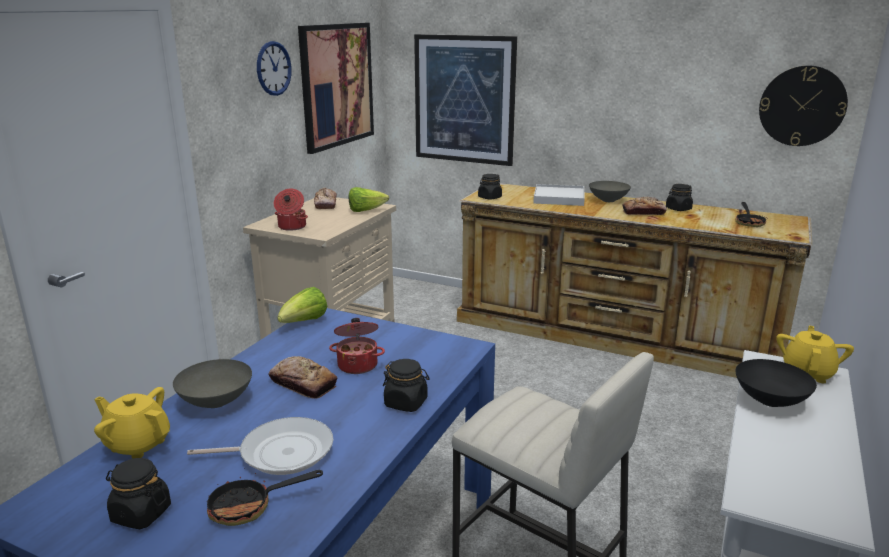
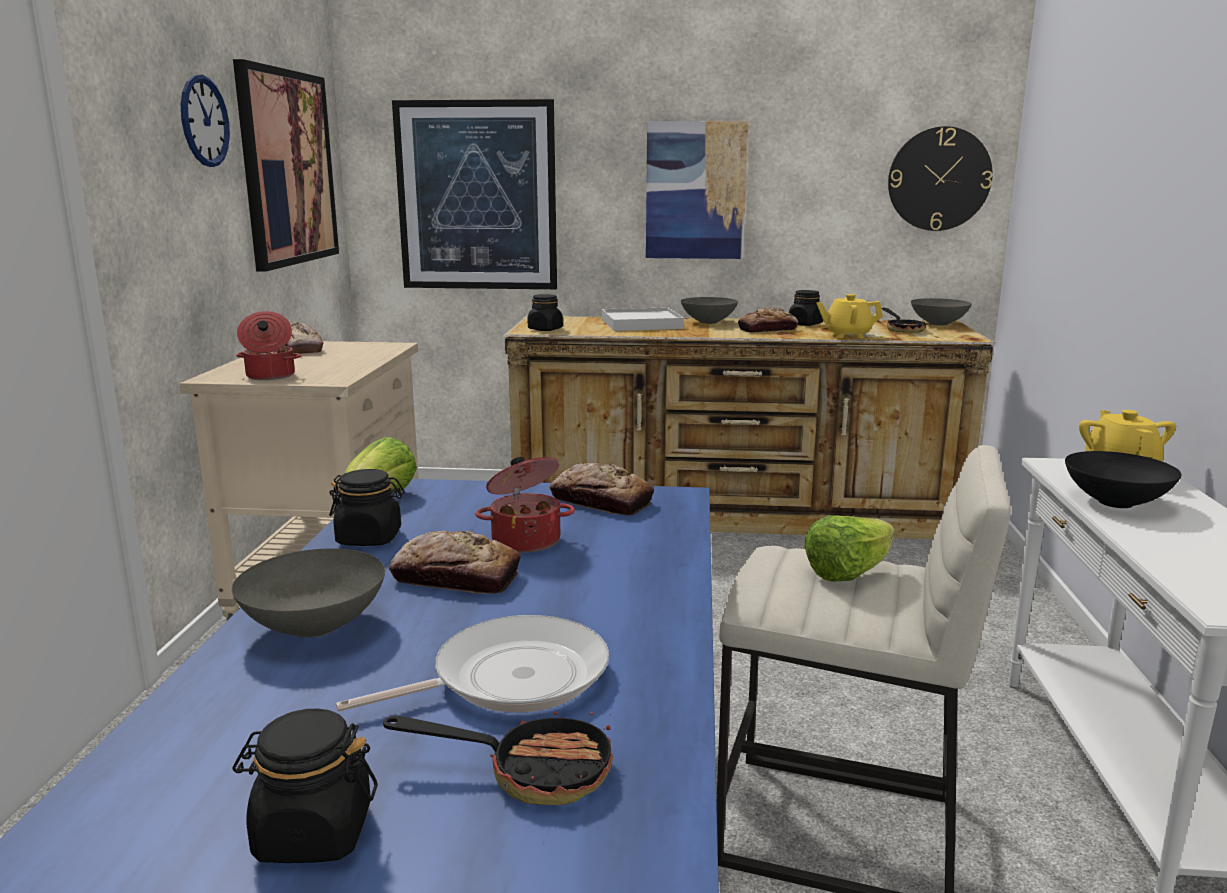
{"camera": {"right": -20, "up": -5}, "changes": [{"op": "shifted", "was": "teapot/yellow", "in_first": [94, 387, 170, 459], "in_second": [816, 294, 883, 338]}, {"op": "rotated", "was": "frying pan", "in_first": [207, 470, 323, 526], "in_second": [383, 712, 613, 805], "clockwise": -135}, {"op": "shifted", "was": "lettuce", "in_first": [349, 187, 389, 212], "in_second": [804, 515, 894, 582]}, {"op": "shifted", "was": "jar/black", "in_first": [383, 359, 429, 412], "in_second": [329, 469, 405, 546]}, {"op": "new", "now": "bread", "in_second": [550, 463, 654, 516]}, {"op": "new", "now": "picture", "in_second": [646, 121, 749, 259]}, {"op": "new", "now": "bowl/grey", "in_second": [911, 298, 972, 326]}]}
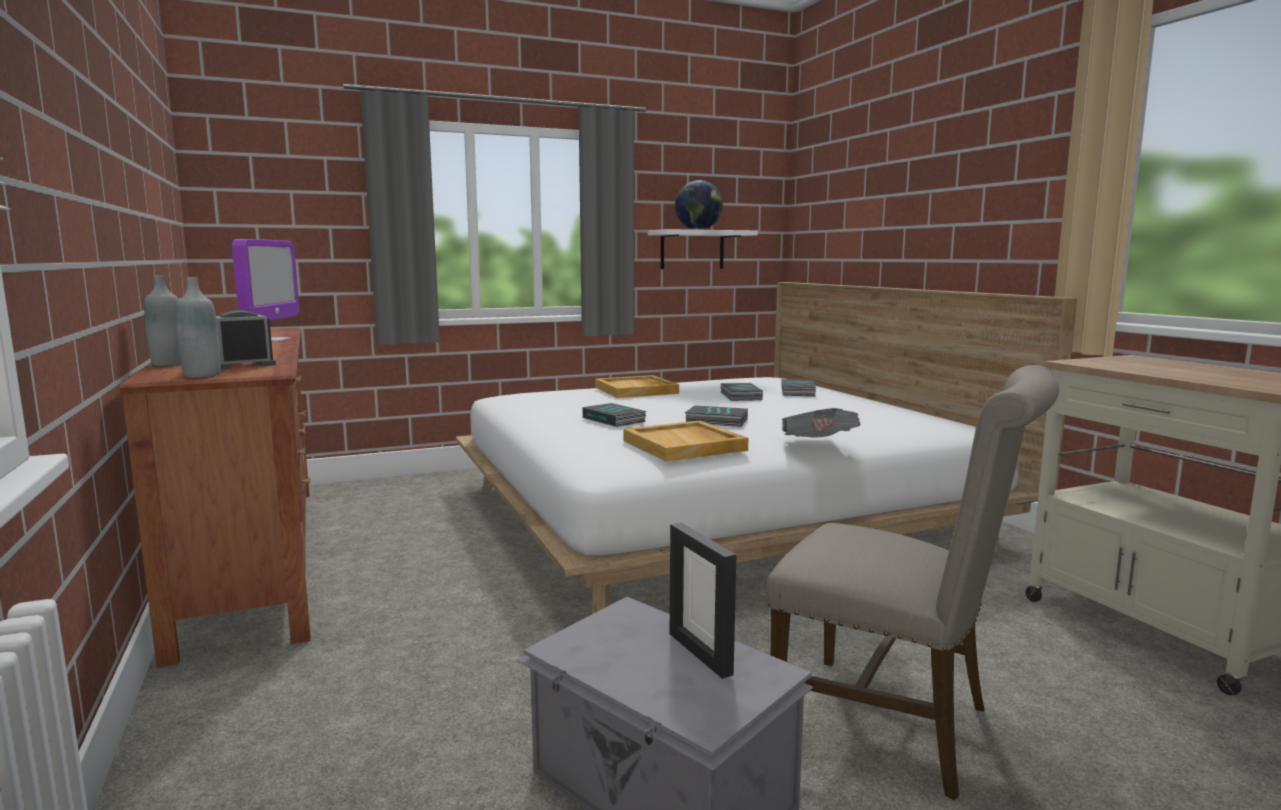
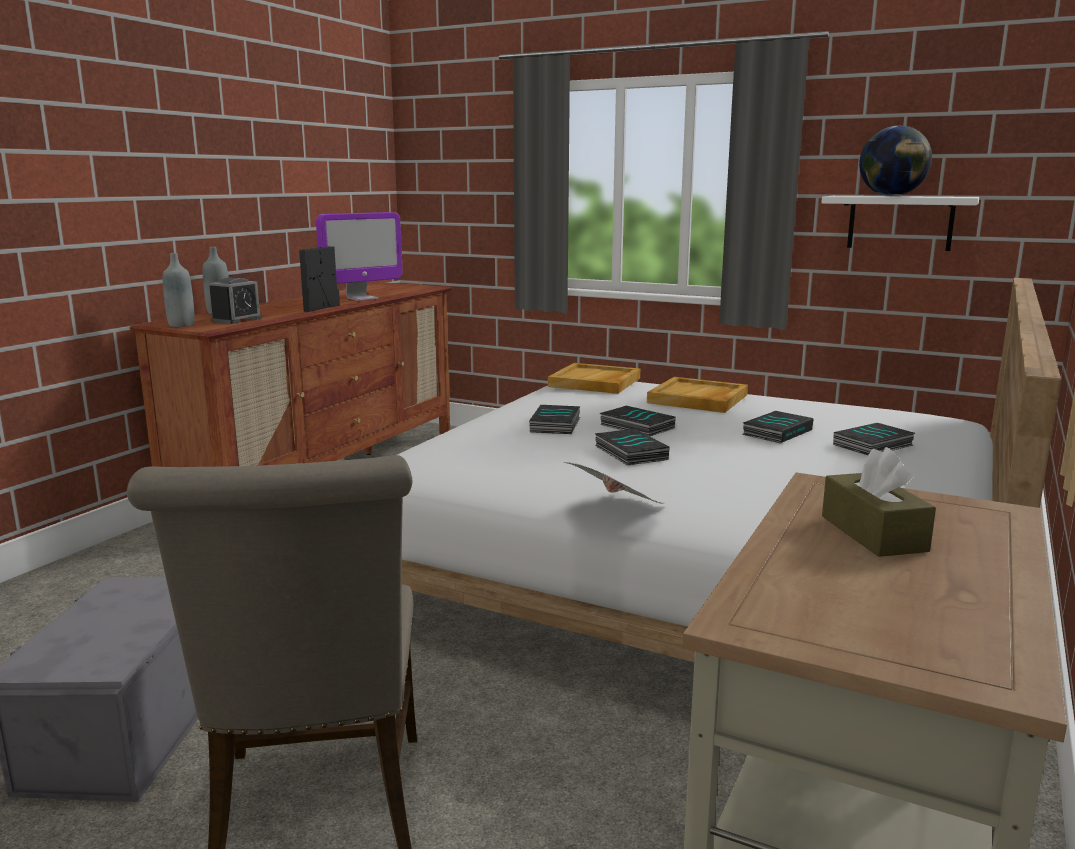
{"camera": {"right": 50, "up": 5}, "changes": [{"op": "rotated", "was": "alarm clock", "in_first": [216, 310, 276, 369], "in_second": [209, 278, 262, 324], "clockwise": 105}, {"op": "shifted", "was": "tray/beige", "in_first": [623, 421, 748, 462], "in_second": [548, 363, 640, 394]}, {"op": "shifted", "was": "picture frame", "in_first": [670, 522, 736, 679], "in_second": [299, 246, 340, 312]}, {"op": "new", "now": "book", "in_second": [600, 406, 675, 436]}, {"op": "new", "now": "tissue box/brown", "in_second": [822, 447, 936, 557]}]}
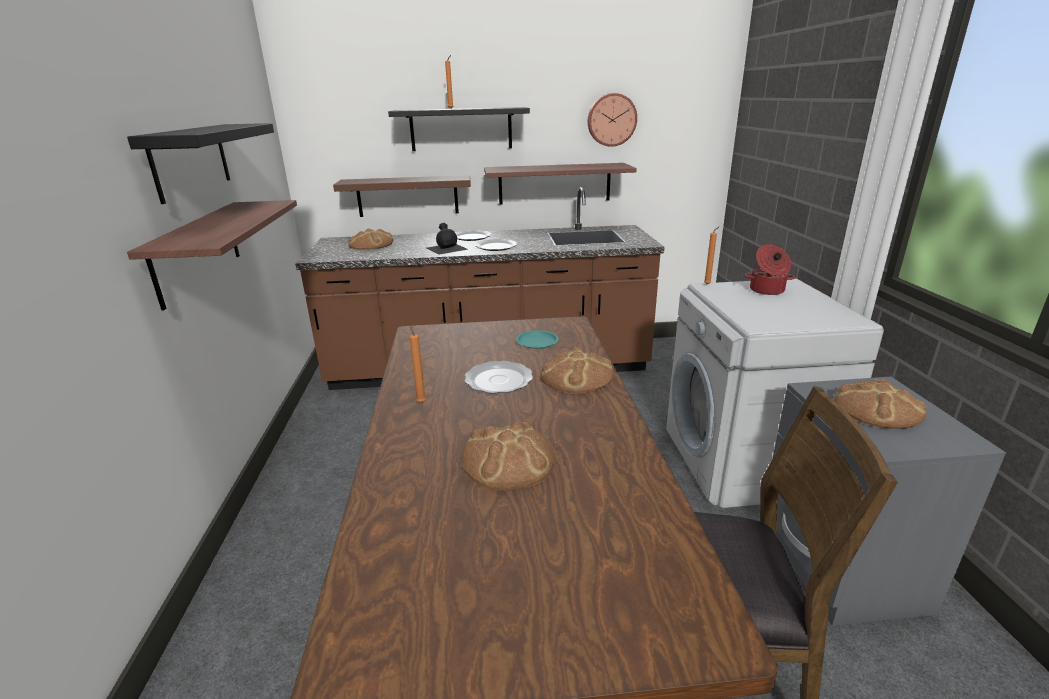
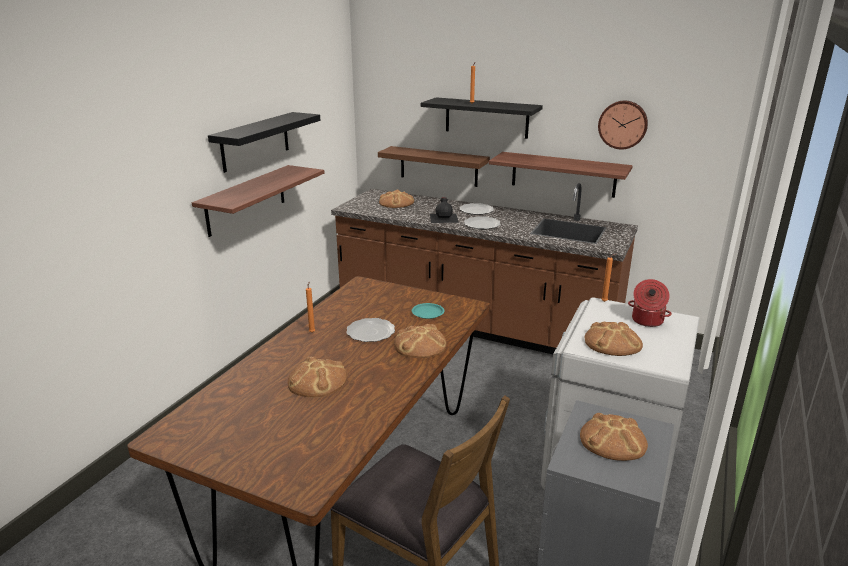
{"camera": {"right": 30, "up": 0}, "changes": [{"op": "new", "now": "bread", "in_second": [584, 322, 643, 356]}]}
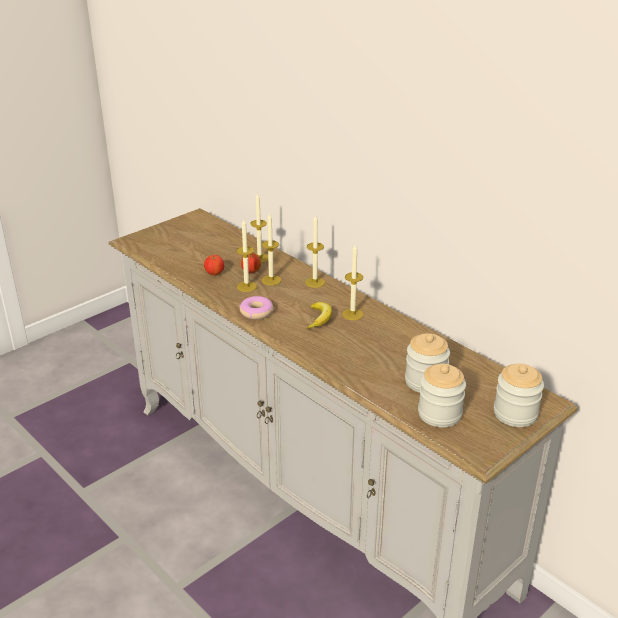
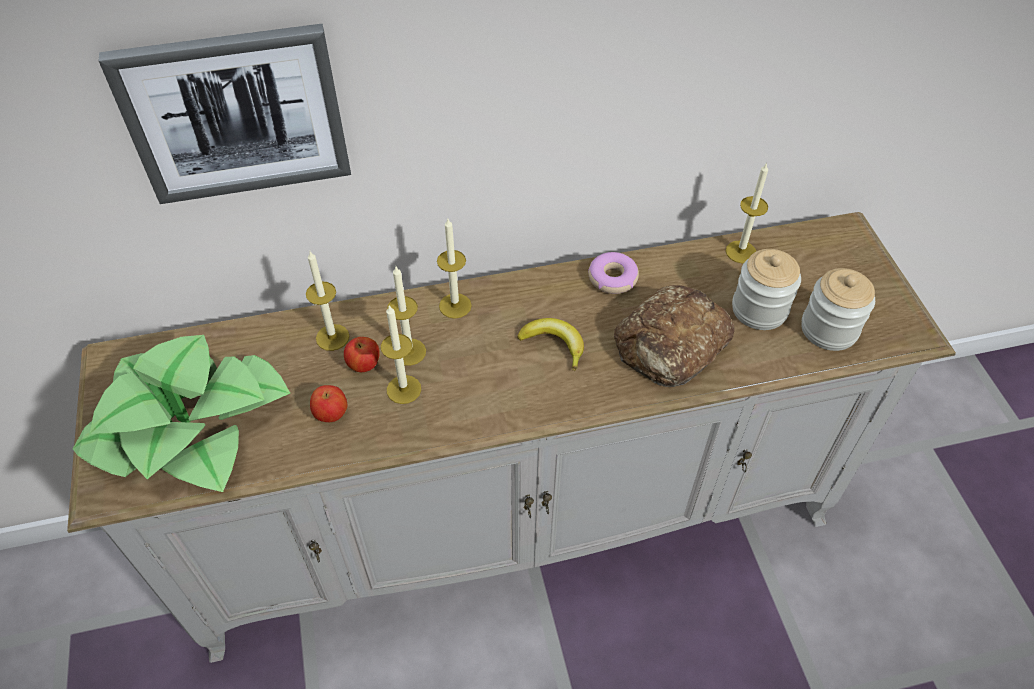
{"camera": {"right": -60, "up": 20}, "changes": [{"op": "shifted", "was": "donut", "in_first": [239, 296, 273, 319], "in_second": [588, 252, 639, 294]}, {"op": "shifted", "was": "candle", "in_first": [342, 244, 363, 320], "in_second": [726, 162, 768, 263]}, {"op": "gone", "was": "jar", "in_first": [494, 364, 544, 427]}, {"op": "new", "now": "potted plant", "in_second": [73, 335, 290, 492]}, {"op": "new", "now": "picture", "in_second": [99, 24, 351, 204]}, {"op": "new", "now": "bread", "in_second": [614, 285, 735, 387]}]}
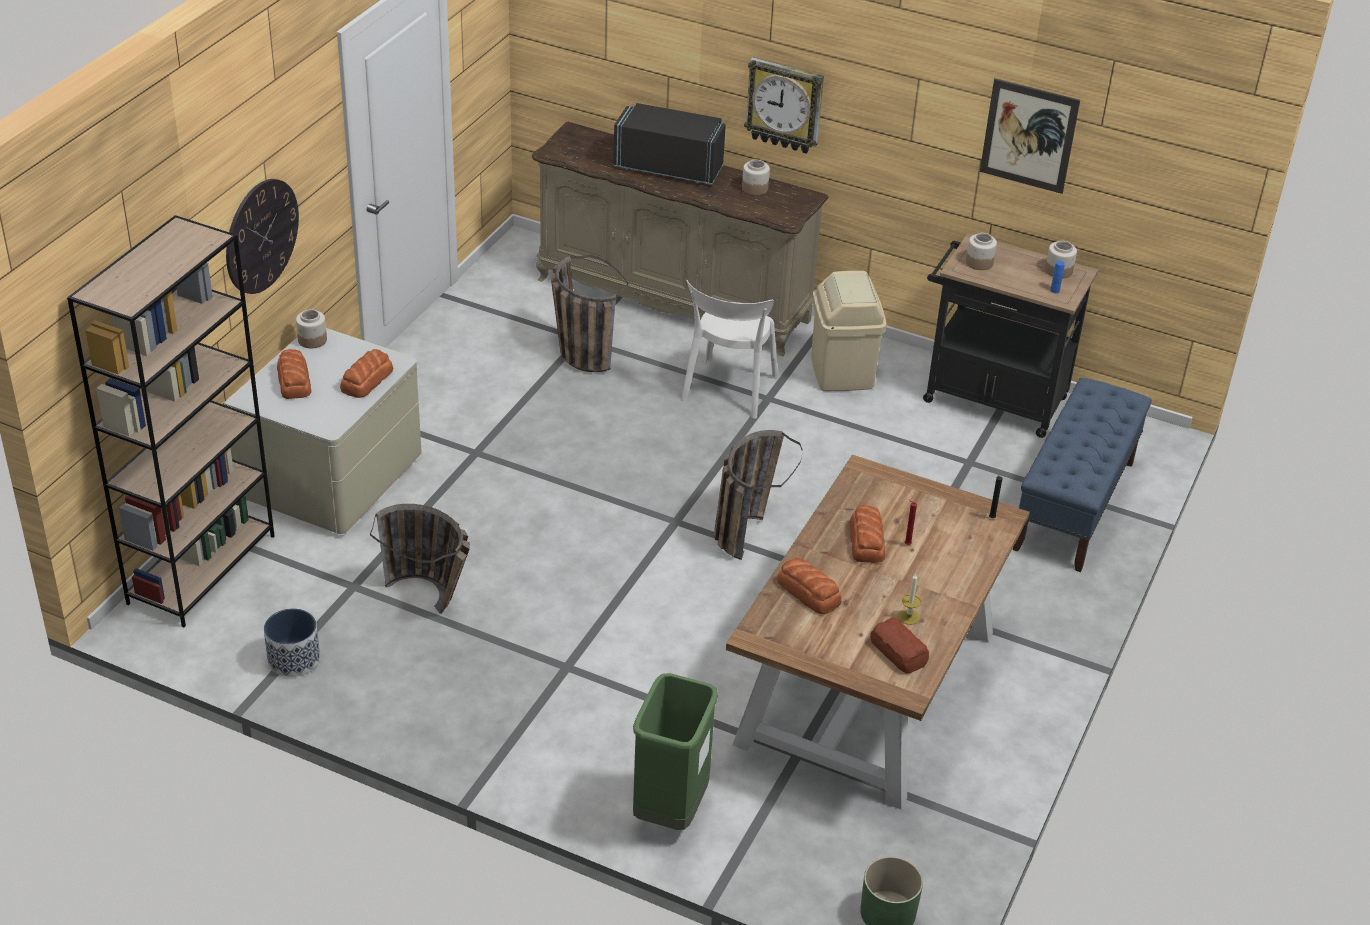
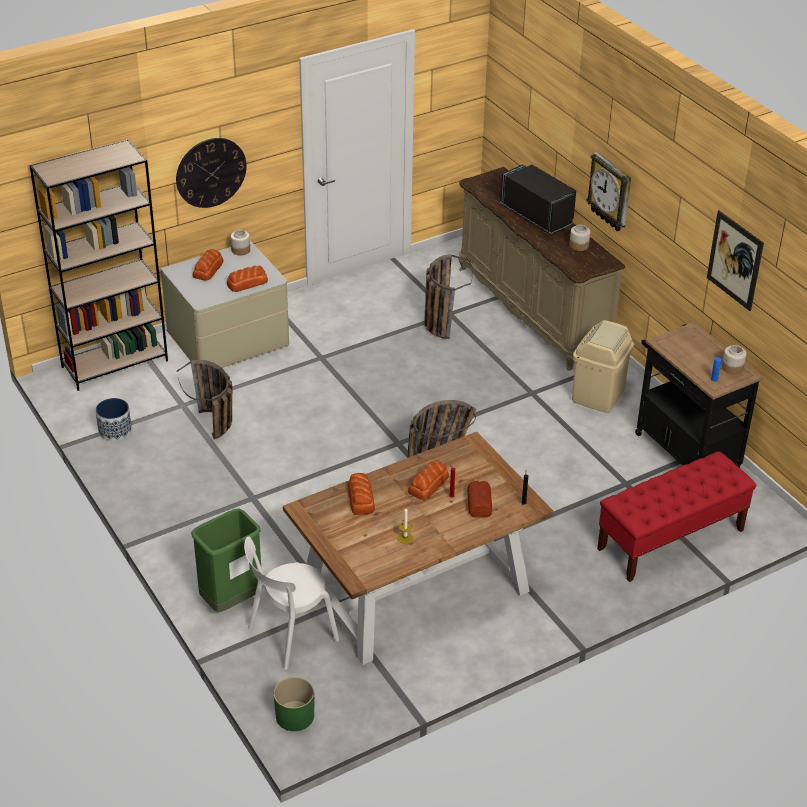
{"camera": {"right": 35, "up": 0}, "changes": [{"op": "shifted", "was": "chair/white", "in_first": [681, 280, 778, 419], "in_second": [244, 536, 339, 670]}, {"op": "shifted", "was": "bread", "in_first": [870, 618, 929, 674], "in_second": [467, 481, 492, 518]}, {"op": "gone", "was": "jar", "in_first": [966, 233, 997, 270]}, {"op": "repainted", "was": "bench/blue", "now": "bench/red", "in_first": [1013, 378, 1152, 572], "in_second": [597, 451, 756, 582]}]}
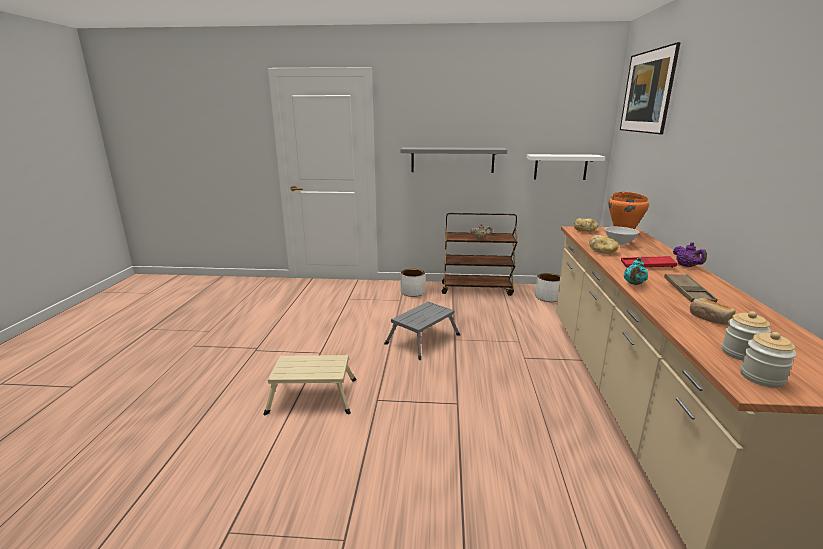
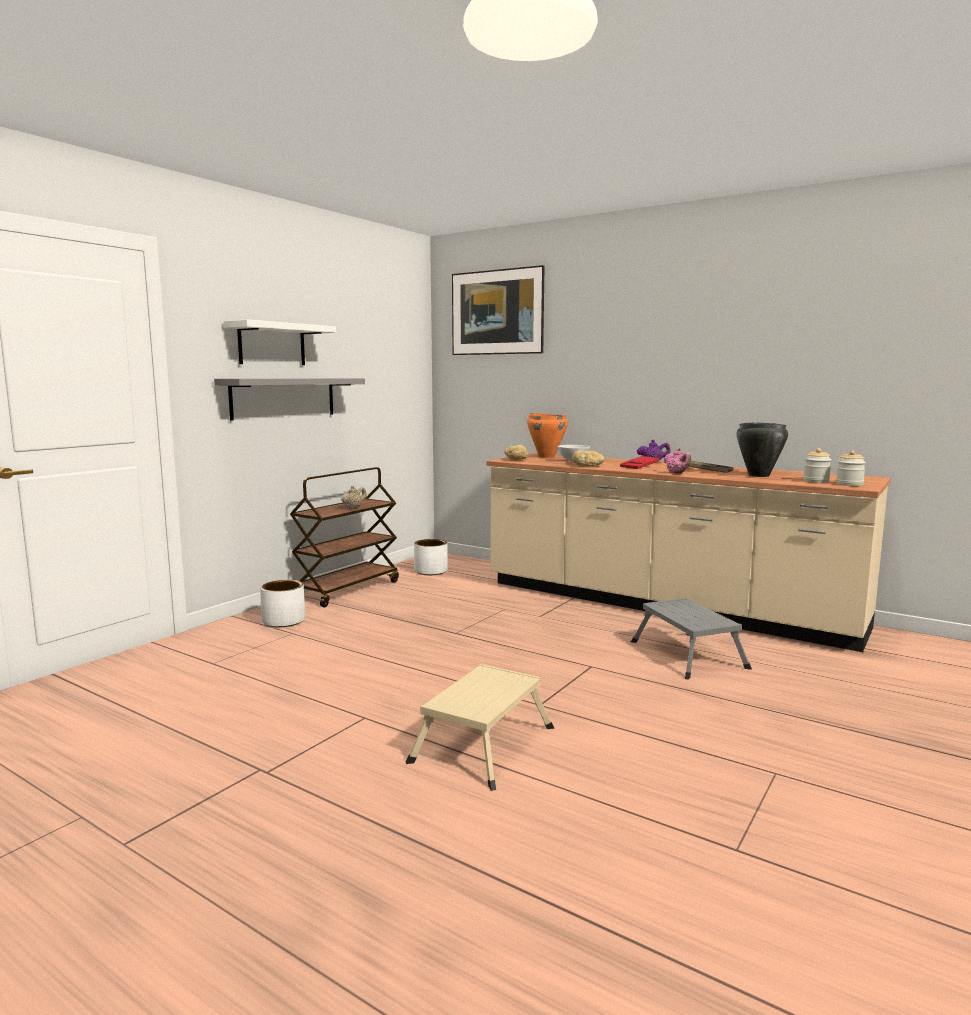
{"camera": {"right": -60, "up": -10}, "changes": [{"op": "shifted", "was": "step ladder/grey", "in_first": [384, 301, 461, 360], "in_second": [631, 598, 752, 680]}, {"op": "shifted", "was": "shelf/white", "in_first": [527, 154, 605, 180], "in_second": [224, 319, 336, 365]}, {"op": "repainted", "was": "teapot/turquoise", "now": "teapot/pink", "in_first": [623, 257, 648, 285], "in_second": [664, 448, 691, 473]}, {"op": "swapped", "was": "bread", "now": "cooking pot/black", "in_first": [690, 298, 736, 325], "in_second": [737, 422, 788, 477]}]}
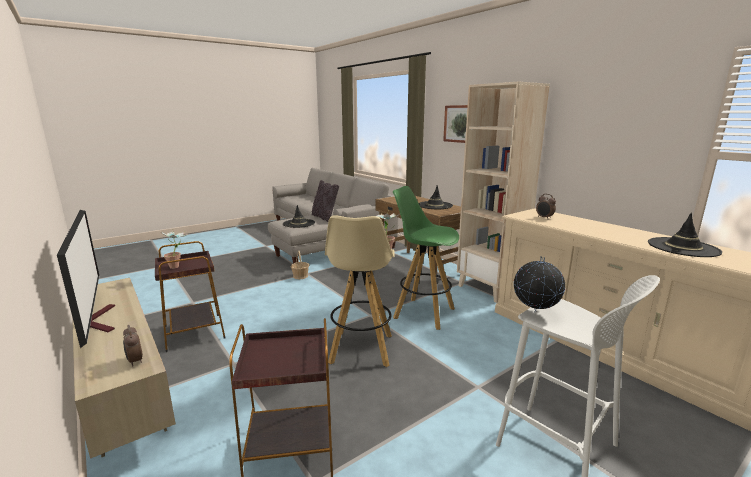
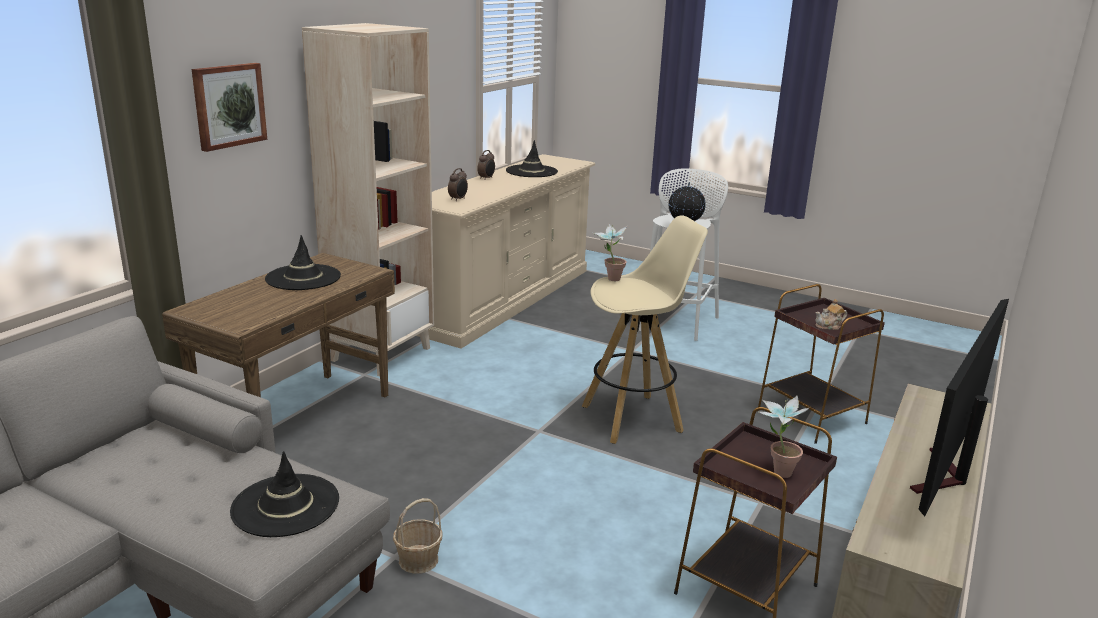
{"camera": {"right": -115, "up": 5}, "changes": [{"op": "shifted", "was": "alarm clock", "in_first": [123, 325, 143, 367], "in_second": [477, 150, 495, 180]}, {"op": "gone", "was": "pillow/black", "in_first": [312, 180, 339, 222]}, {"op": "gone", "was": "stool/green", "in_first": [393, 186, 459, 330]}, {"op": "new", "now": "teapot", "in_second": [815, 299, 847, 330]}]}
